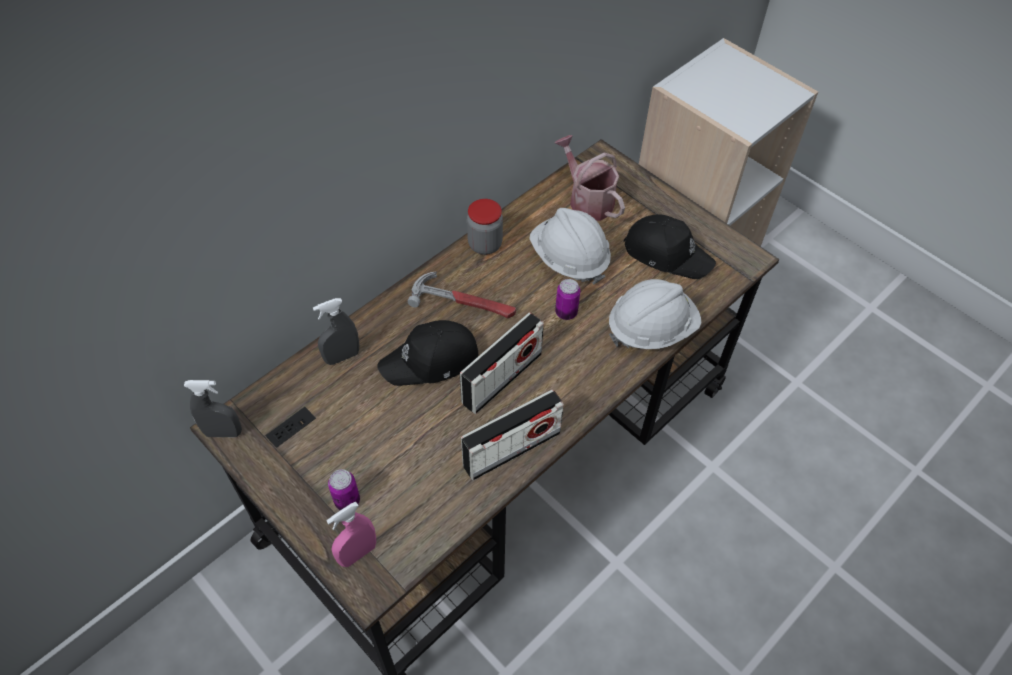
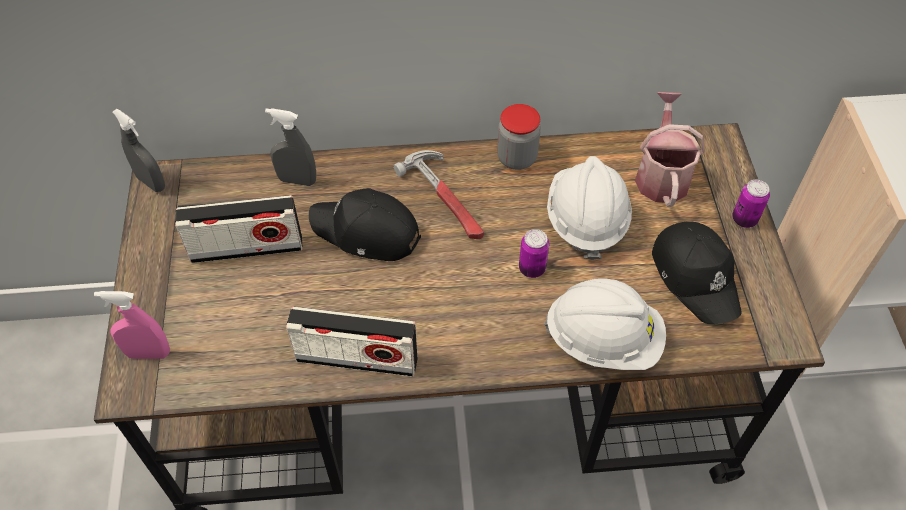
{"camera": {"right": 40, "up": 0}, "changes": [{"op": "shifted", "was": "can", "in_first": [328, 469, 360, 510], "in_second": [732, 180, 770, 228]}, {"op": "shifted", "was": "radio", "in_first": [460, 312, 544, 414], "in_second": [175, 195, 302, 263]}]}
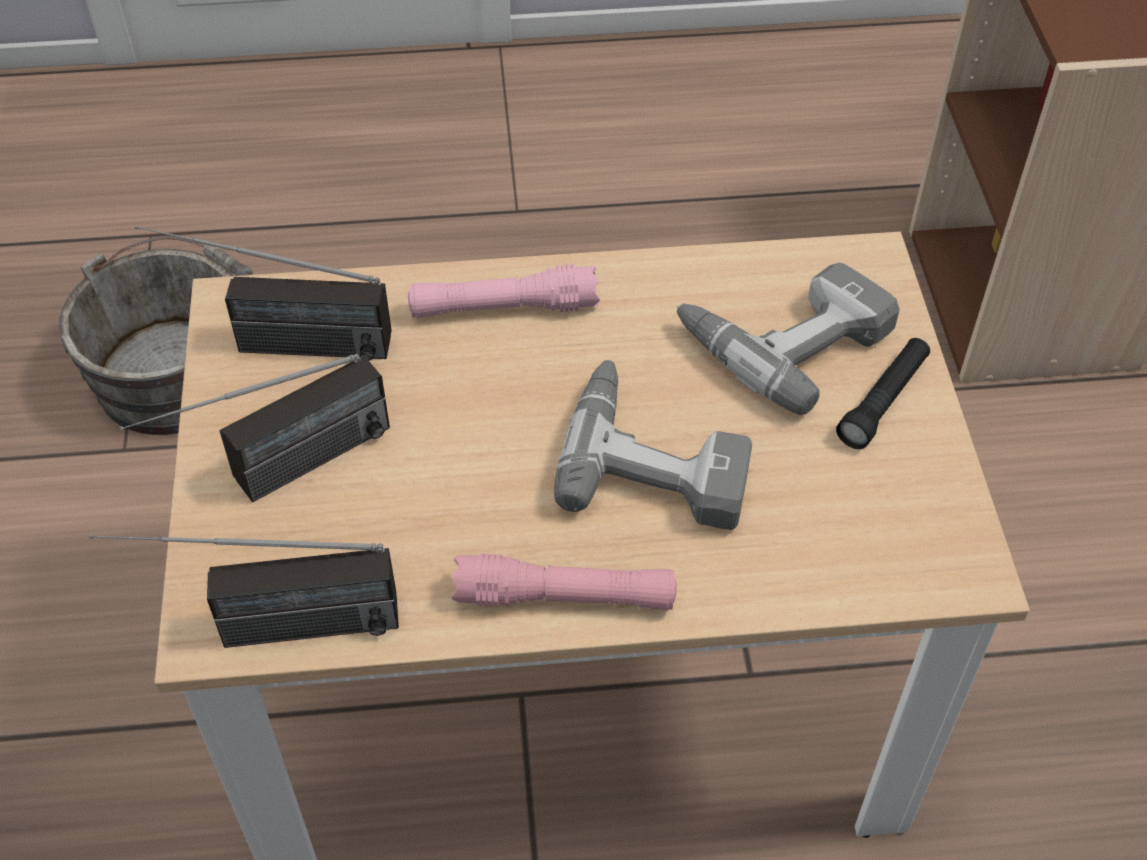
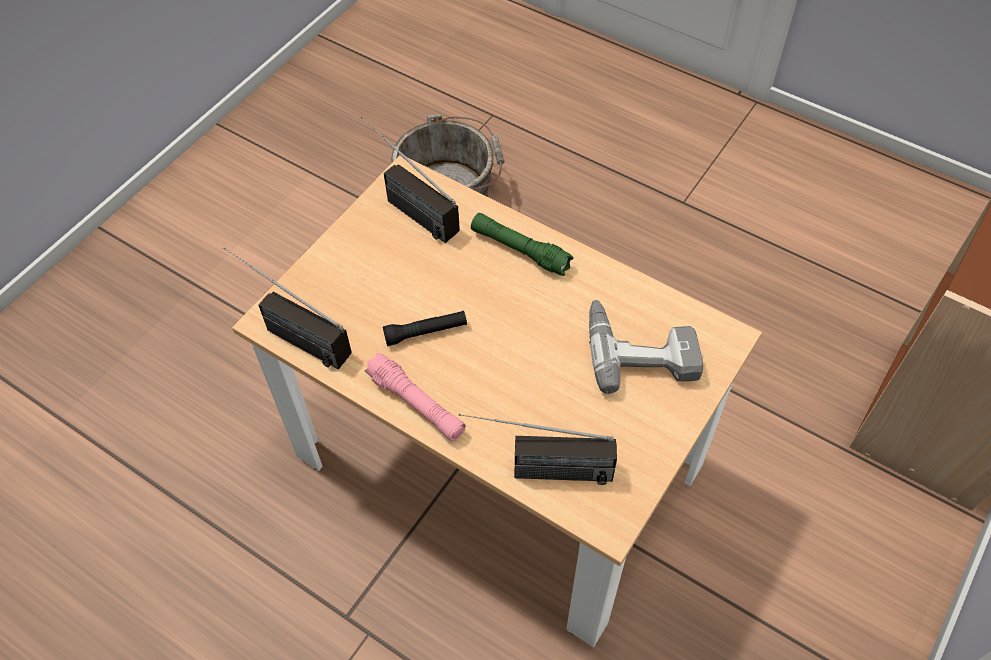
{"camera": {"right": 40, "up": 5}, "changes": [{"op": "shifted", "was": "radio", "in_first": [119, 354, 390, 502], "in_second": [459, 414, 617, 485]}, {"op": "repainted", "was": "flashlight/pink", "now": "flashlight/green", "in_first": [408, 264, 600, 318], "in_second": [471, 213, 574, 276]}, {"op": "gone", "was": "power drill", "in_first": [554, 360, 752, 530]}, {"op": "shifted", "was": "flashlight/black", "in_first": [836, 338, 930, 449], "in_second": [383, 311, 467, 346]}]}
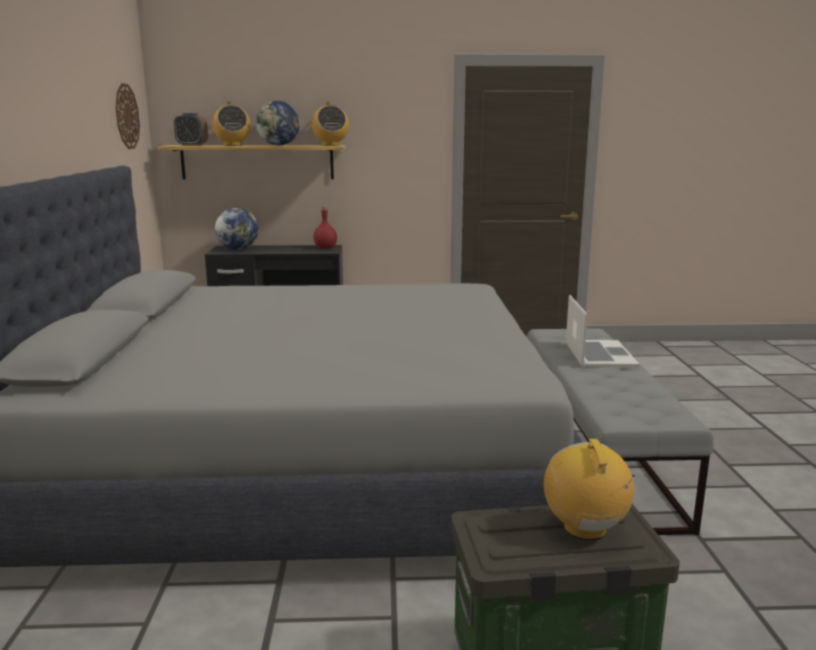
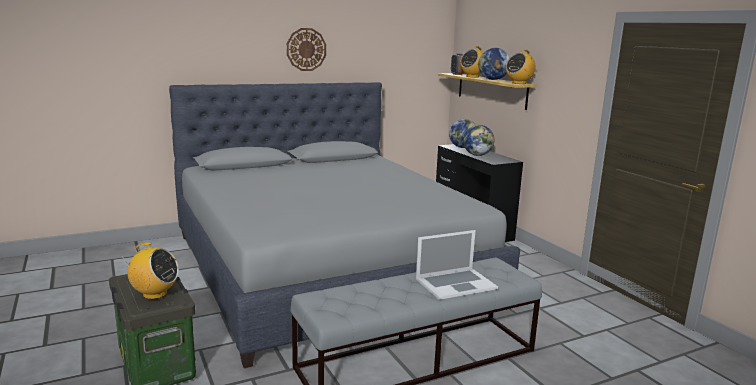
{"camera": {"right": 65, "up": 0}, "changes": [{"op": "shifted", "was": "wall clock", "in_first": [116, 83, 140, 149], "in_second": [287, 28, 326, 71]}, {"op": "gone", "was": "bottle/red", "in_first": [313, 207, 337, 249]}, {"op": "rotated", "was": "radio", "in_first": [544, 439, 635, 540], "in_second": [122, 243, 179, 299], "clockwise": 45}, {"op": "new", "now": "globe", "in_second": [463, 125, 494, 156]}]}
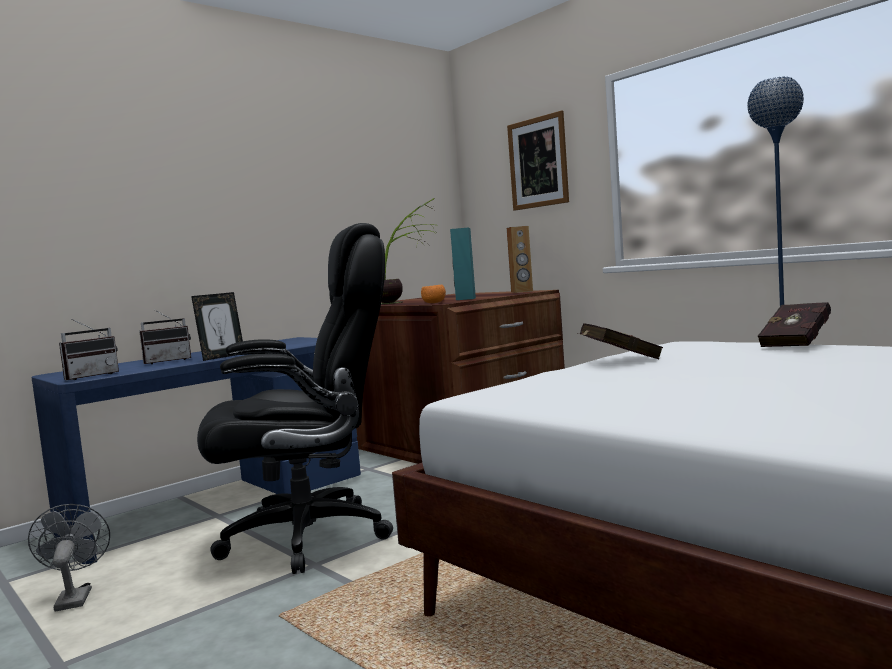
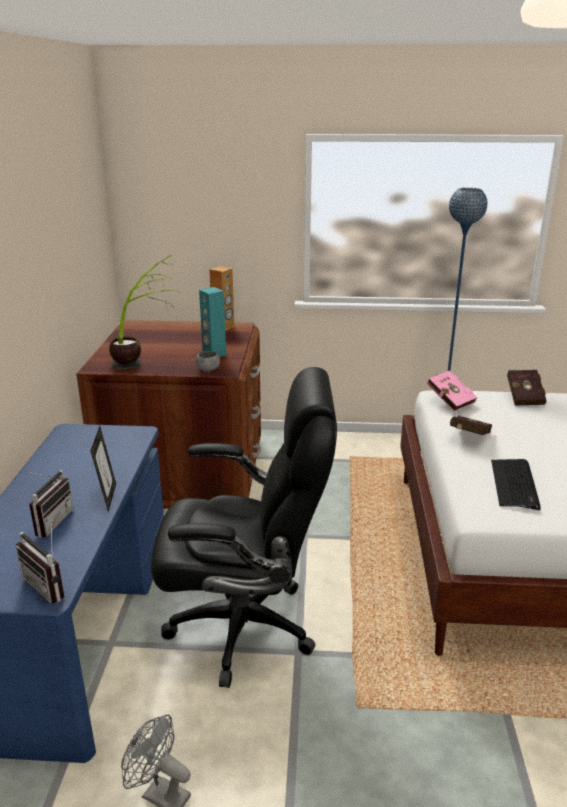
{"camera": {"right": -45, "up": 20}, "changes": [{"op": "rotated", "was": "radio", "in_first": [59, 319, 119, 380], "in_second": [16, 519, 65, 604], "clockwise": 135}, {"op": "rotated", "was": "office chair/black", "in_first": [197, 223, 393, 574], "in_second": [151, 367, 337, 688], "clockwise": 60}, {"op": "repainted", "was": "bowl/orange", "now": "bowl/grey", "in_first": [421, 285, 446, 303], "in_second": [196, 351, 220, 371]}, {"op": "gone", "was": "picture", "in_first": [507, 110, 569, 211]}, {"op": "new", "now": "book/pink", "in_second": [427, 371, 477, 412]}, {"op": "new", "now": "keyboard", "in_second": [491, 459, 540, 510]}]}
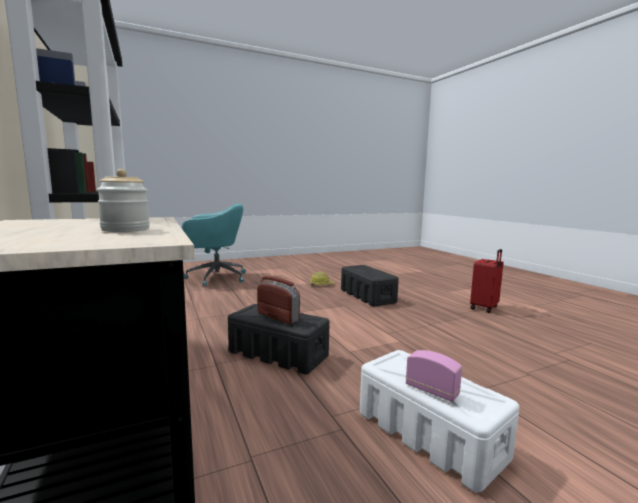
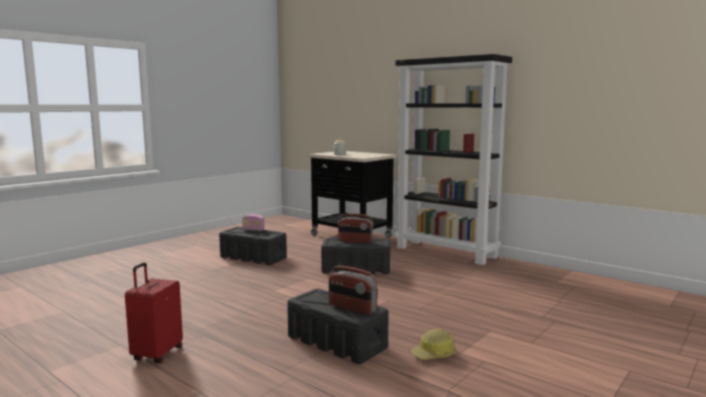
{"camera": {"right": 155, "up": 0}, "changes": [{"op": "gone", "was": "office chair/turquoise", "in_first": [182, 204, 246, 286]}, {"op": "repainted", "was": "storage box/white", "now": "storage box/black", "in_first": [360, 350, 519, 492], "in_second": [219, 227, 287, 265]}, {"op": "new", "now": "radio", "in_second": [329, 265, 377, 314]}]}
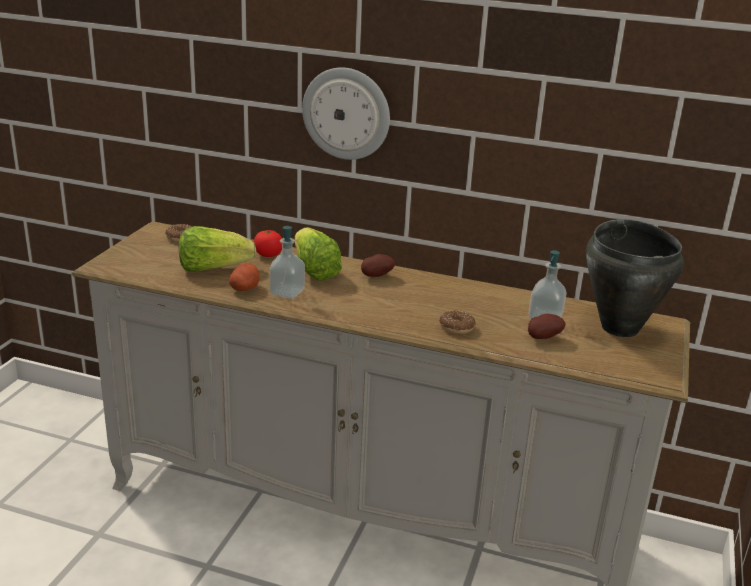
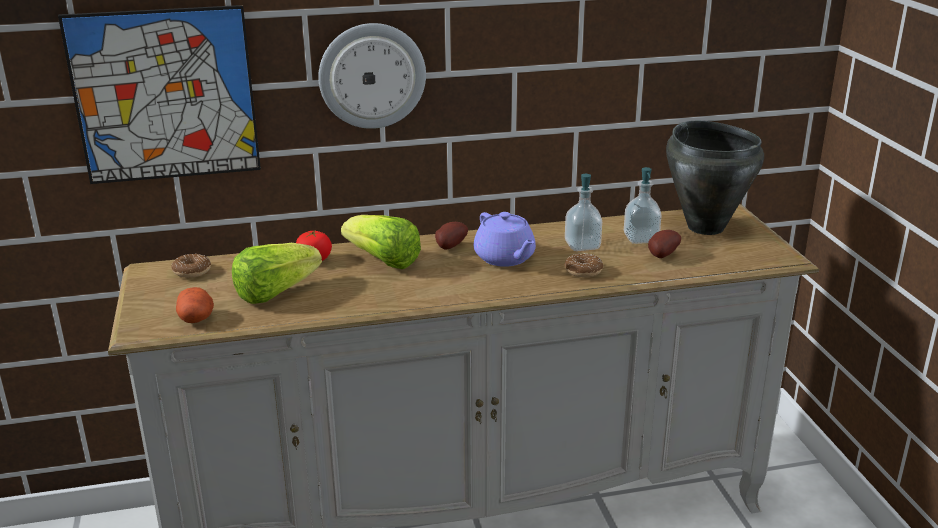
{"camera": {"right": -30, "up": 0}, "changes": [{"op": "shifted", "was": "potato", "in_first": [229, 263, 260, 291], "in_second": [176, 287, 214, 323]}, {"op": "shifted", "was": "soap dispenser", "in_first": [269, 226, 305, 299], "in_second": [565, 174, 602, 251]}, {"op": "new", "now": "picture", "in_second": [58, 5, 261, 184]}, {"op": "new", "now": "teapot/purple", "in_second": [474, 212, 536, 267]}]}
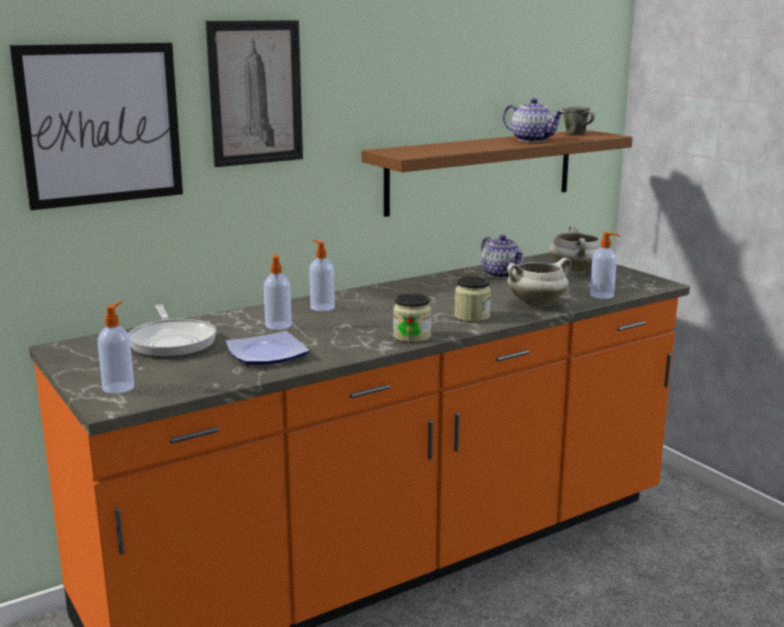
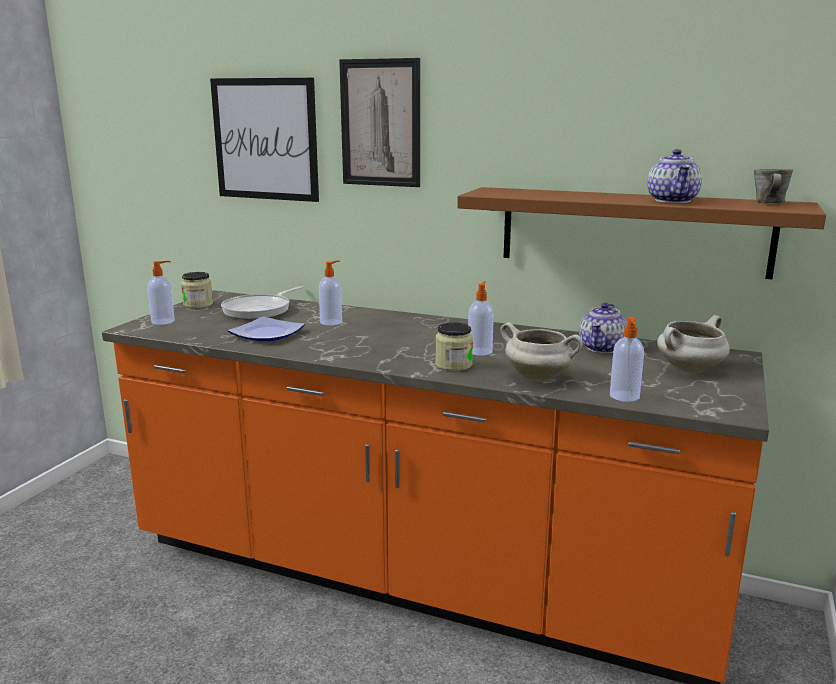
{"camera": {"right": 55, "up": 0}, "changes": [{"op": "shifted", "was": "soap dispenser", "in_first": [309, 240, 335, 311], "in_second": [468, 281, 494, 356]}, {"op": "shifted", "was": "jar", "in_first": [393, 294, 431, 343], "in_second": [181, 272, 213, 308]}]}
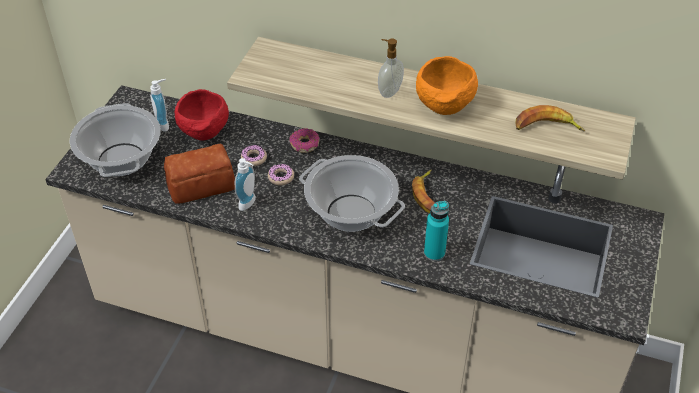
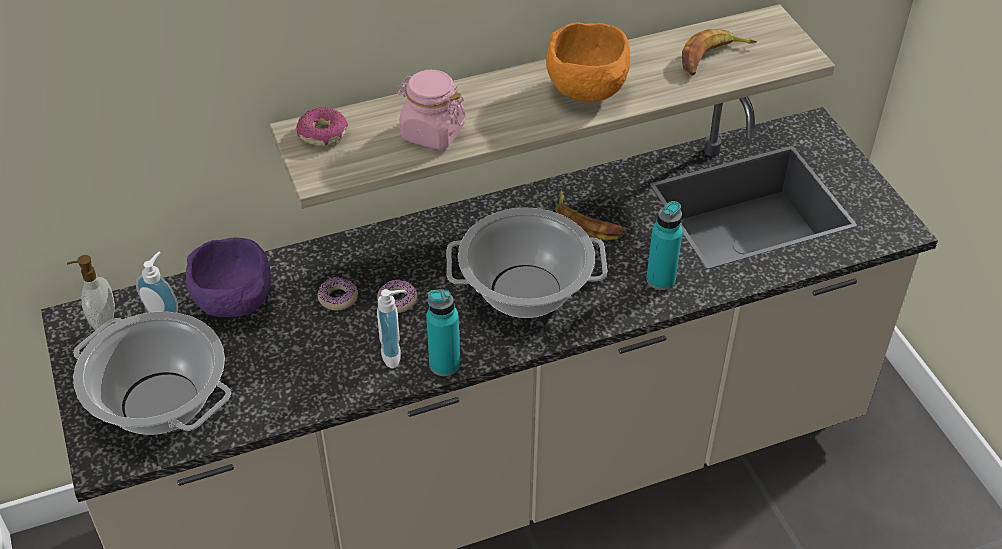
{"camera": {"right": -40, "up": 0}, "changes": [{"op": "gone", "was": "bread", "in_first": [164, 144, 235, 204]}, {"op": "repainted", "was": "bowl/red", "now": "bowl/purple", "in_first": [175, 89, 229, 140], "in_second": [186, 237, 271, 317]}, {"op": "shifted", "was": "donut", "in_first": [289, 128, 320, 153], "in_second": [296, 107, 348, 146]}, {"op": "shifted", "was": "soap dispenser", "in_first": [378, 39, 404, 98], "in_second": [67, 255, 115, 330]}, {"op": "new", "now": "jar/pink", "in_second": [396, 70, 466, 150]}, {"op": "new", "now": "bottle/turquoise", "in_second": [426, 289, 460, 376]}]}
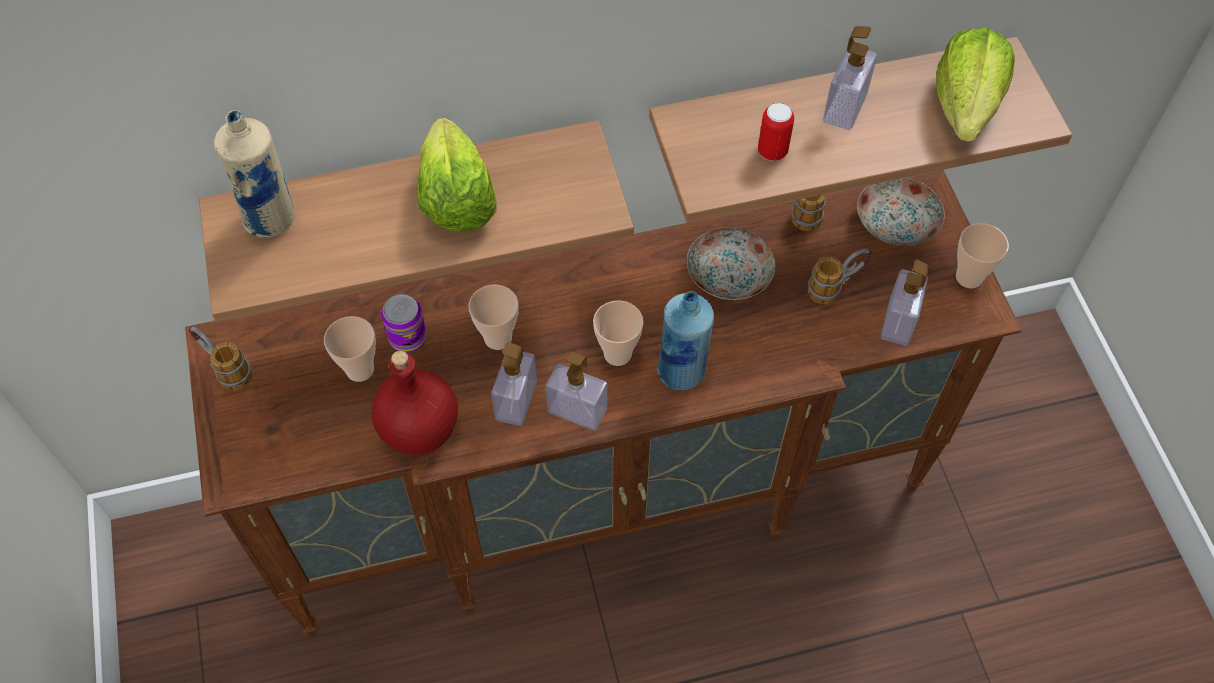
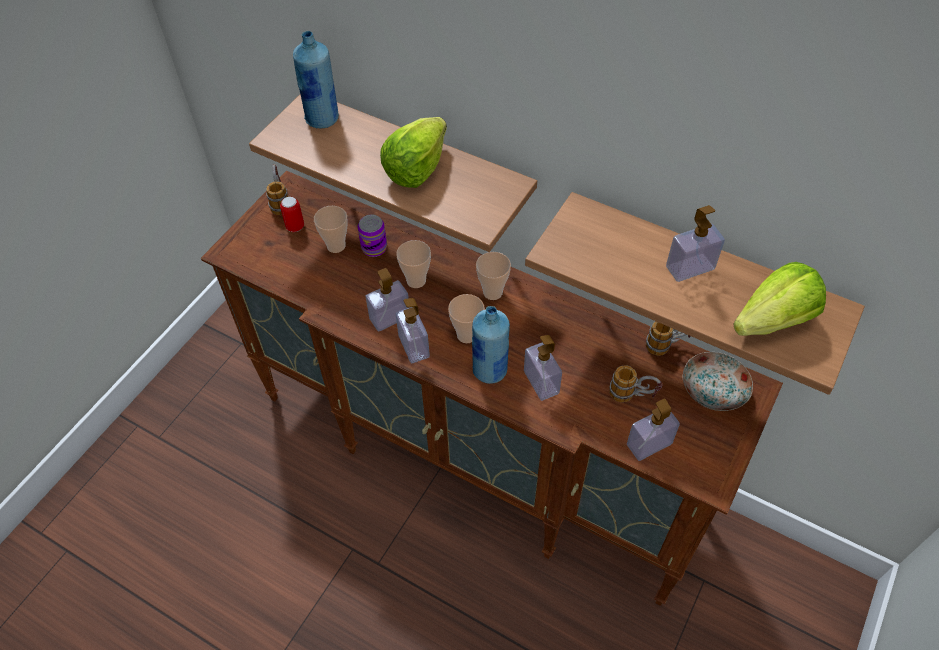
{"camera": {"right": 45, "up": -5}, "changes": [{"op": "repainted", "was": "bottle/beige", "now": "bottle/blue", "in_first": [214, 110, 295, 238], "in_second": [293, 31, 339, 128]}, {"op": "gone", "was": "bottle/red", "in_first": [371, 351, 458, 455]}, {"op": "gone", "was": "plate", "in_first": [687, 227, 775, 300]}, {"op": "shifted", "was": "can", "in_first": [758, 103, 794, 161], "in_second": [280, 197, 304, 232]}, {"op": "shifted", "was": "cup", "in_first": [956, 223, 1009, 288], "in_second": [476, 252, 511, 300]}, {"op": "new", "now": "soap dispenser", "in_second": [524, 335, 562, 401]}]}
